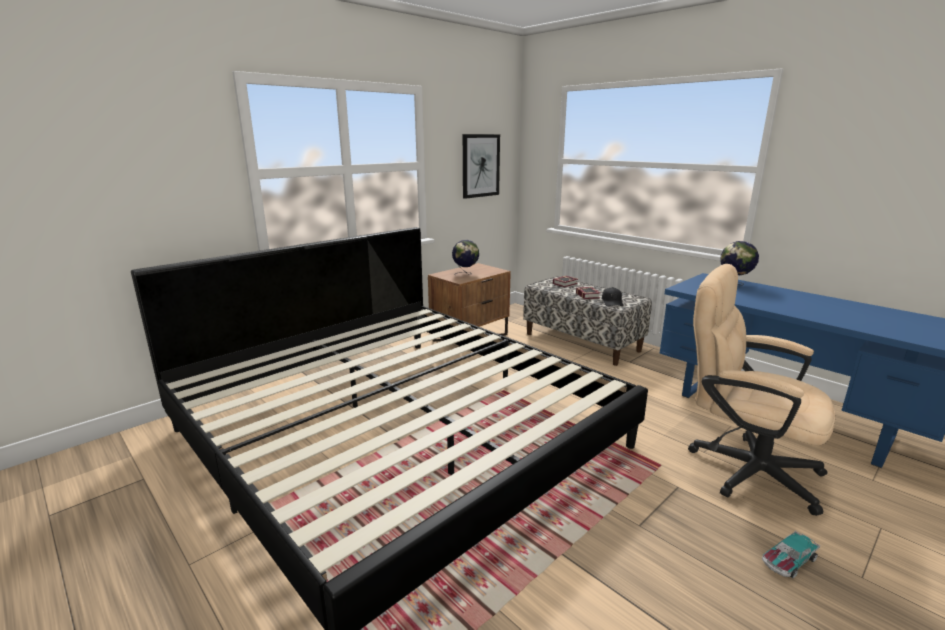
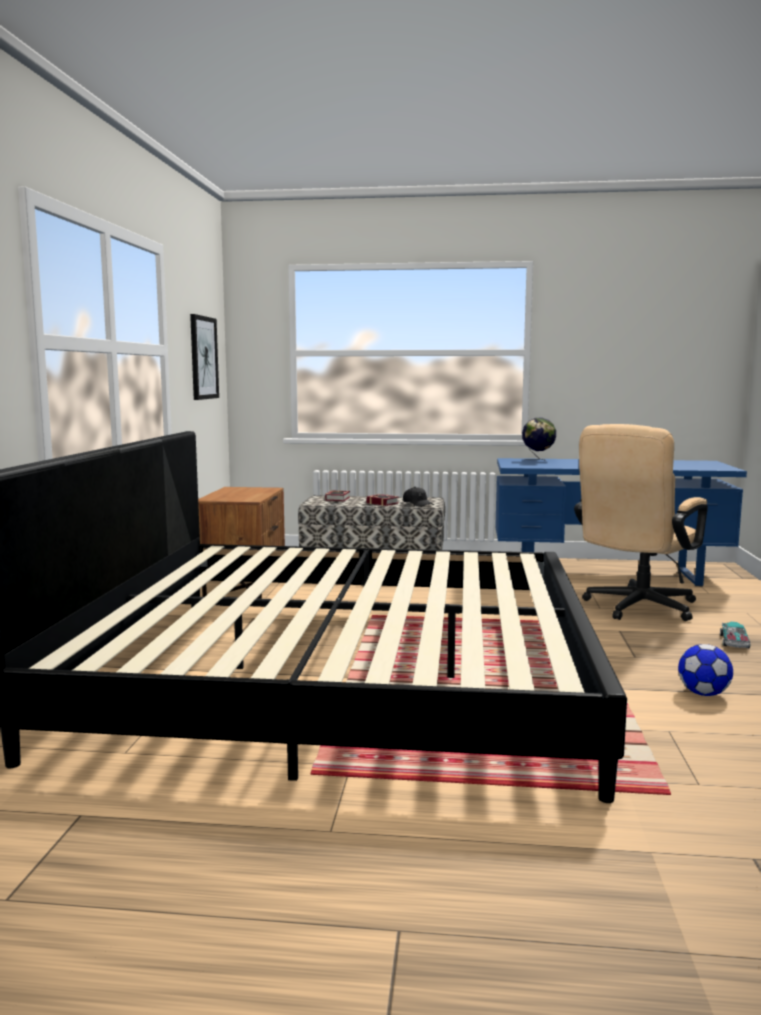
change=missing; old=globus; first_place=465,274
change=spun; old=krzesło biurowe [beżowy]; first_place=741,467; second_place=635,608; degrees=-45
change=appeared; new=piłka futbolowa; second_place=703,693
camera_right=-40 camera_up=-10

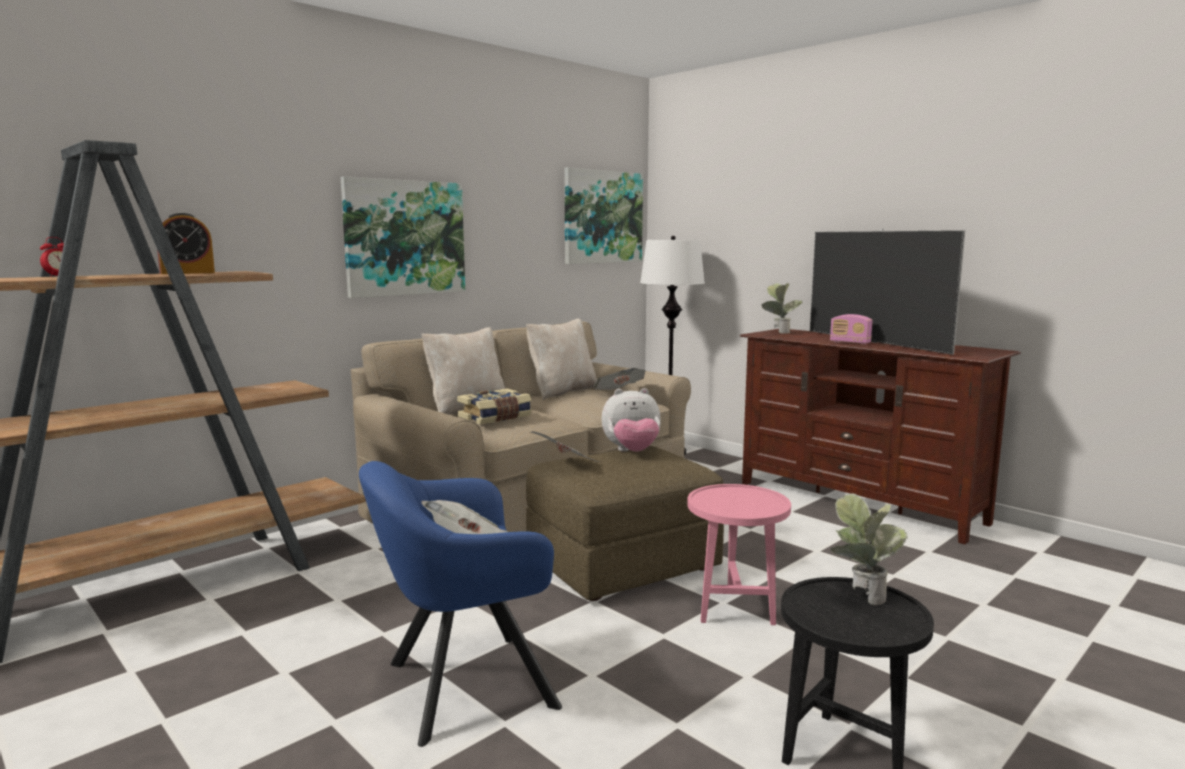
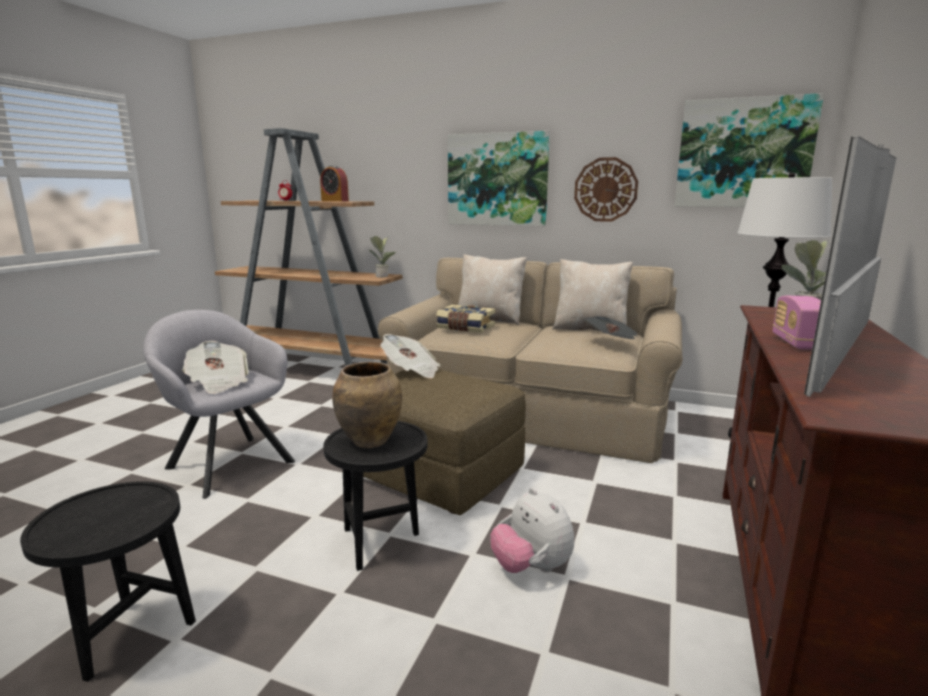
change=colour; old=fotel [niebieski]; new=fotel [szary]; first_place=460,686; second_place=227,462
change=relocated; old=pluszak; first_place=632,452; second_place=531,567
change=colour; old=stolik [różowy]; new=stolik [czarny]; first_place=734,608; second_place=381,542
change=relocated; old=roślina doniczkowa; first_place=861,595; second_place=383,276
change=appeared; new=wazon [brązowy]; second_place=370,441
change=appeared; new=zegar ścienny; second_place=605,189
camera_right=65 camera_up=5

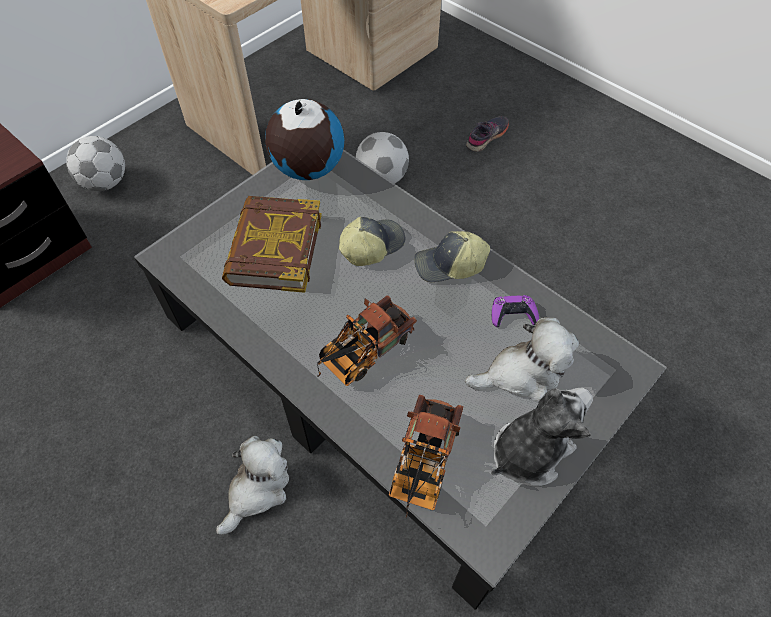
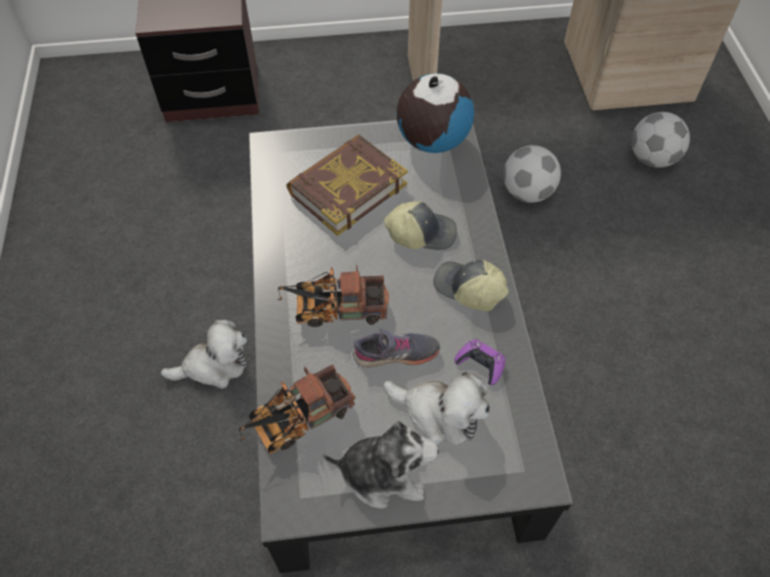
change=relocated; old=piłka futbolowa; first_place=106,182; second_place=652,159
change=relocated; old=but [szary]; first_place=487,137; second_place=396,354
camera_right=40 camera_up=0

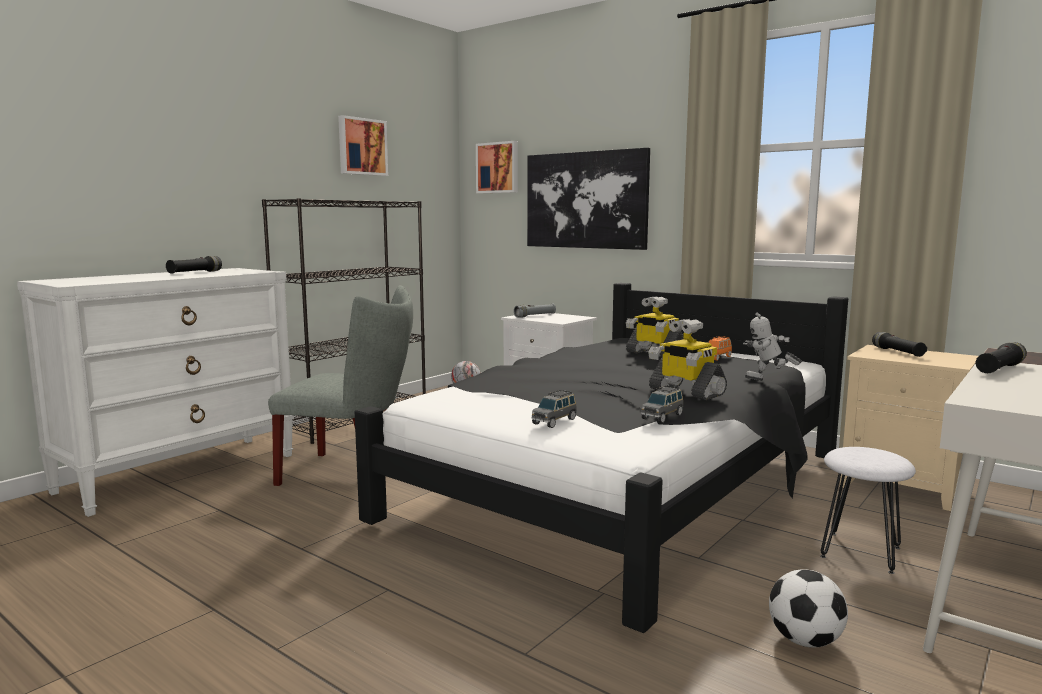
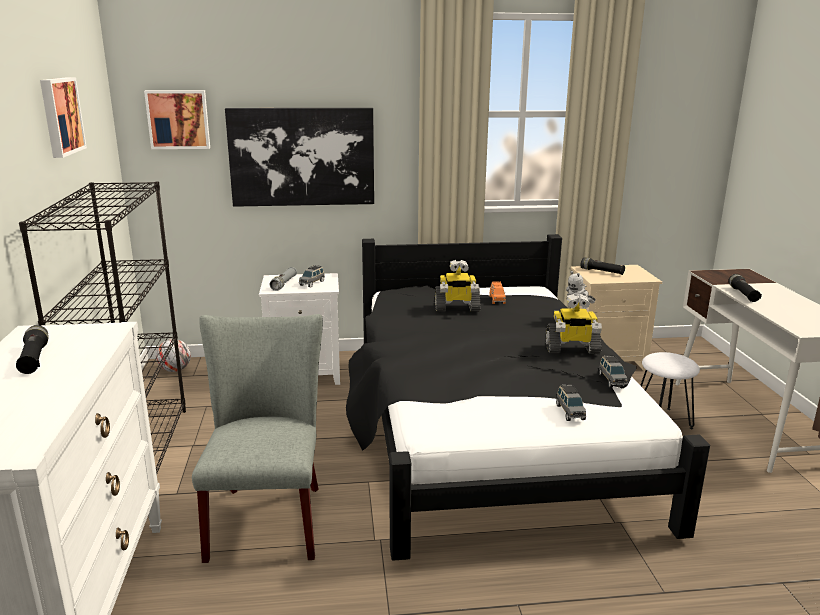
change=spun; old=krzesło [szary]; first_place=353,473; second_place=268,516; degrees=-60
change=missing; old=piłka futbolowa; first_place=805,641
change=appeared; new=samochodzik [szary]; second_place=312,283
camera_right=-45 camera_up=10

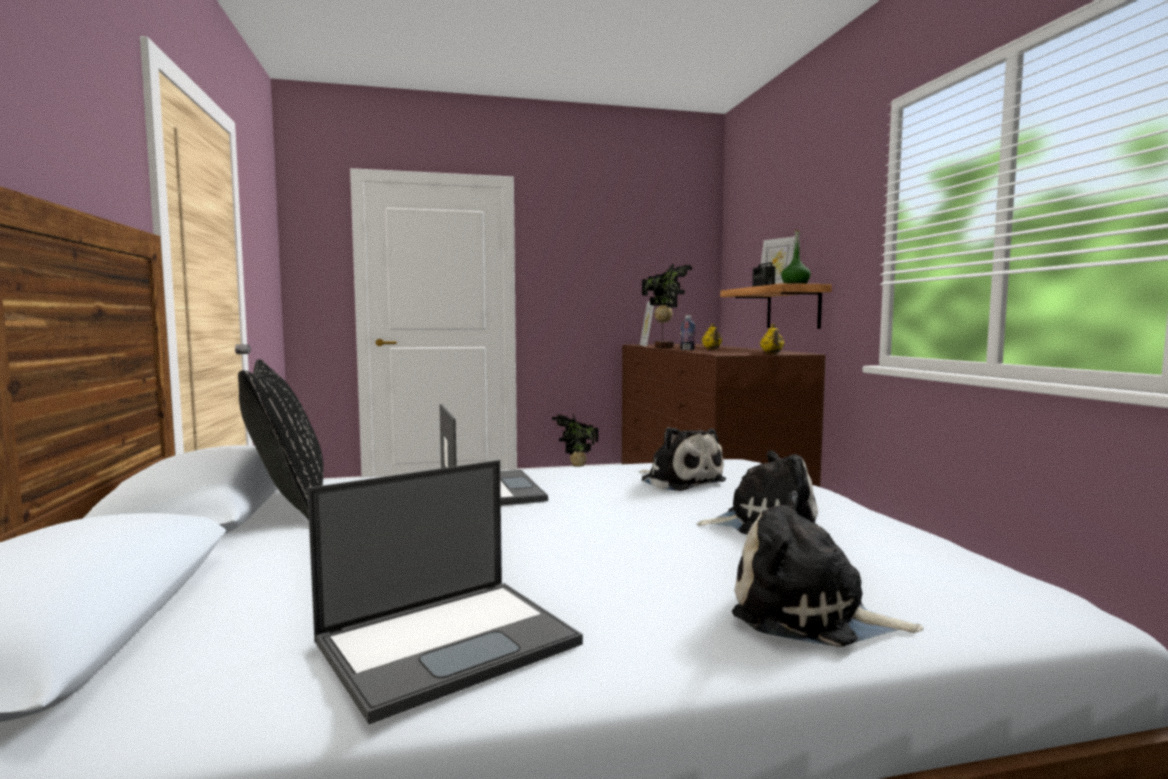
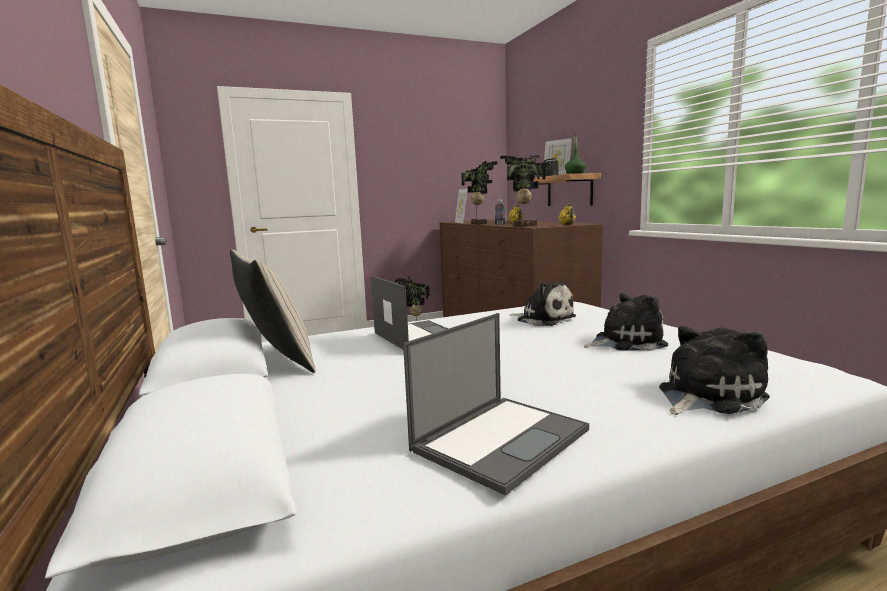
change=colour; old=poduszka [czarny]; new=poduszka [beżowy]; first_place=288,506; second_place=276,361
change=spun; old=pluszak; first_place=809,614; second_place=706,395; degrees=135
change=appeared; new=roślina doniczkowa; second_place=523,226
camera_right=-10 camera_up=5

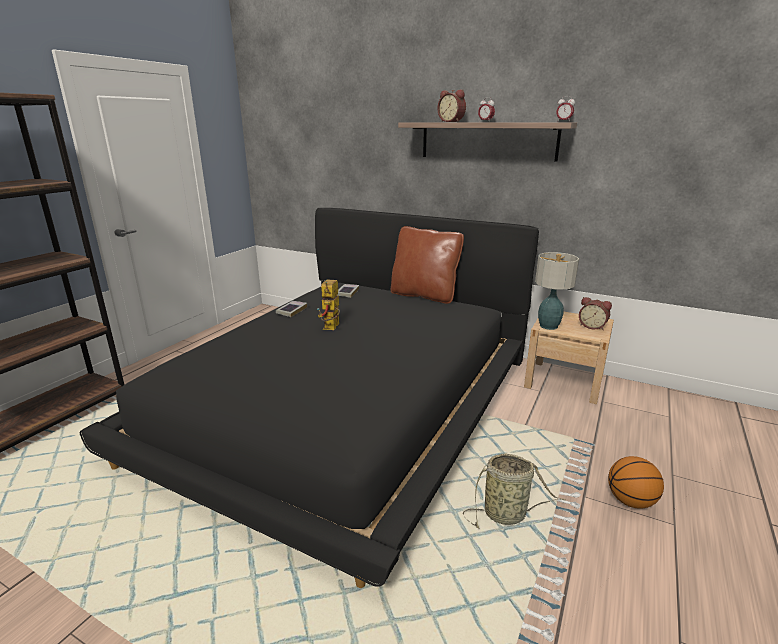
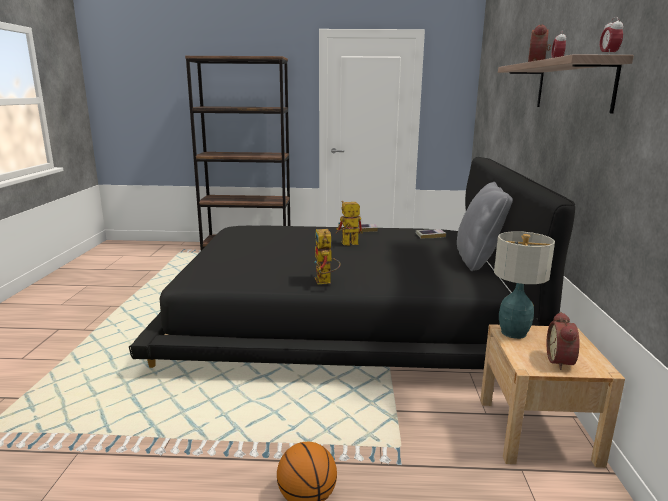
change=colour; old=poduszka [brązowy]; new=poduszka [szary]; first_place=424,295; second_place=479,260
change=missing; old=koszyk; first_place=507,514
change=appeared; new=robot zabawkowy; second_place=325,282
camera_right=65 camera_up=-5

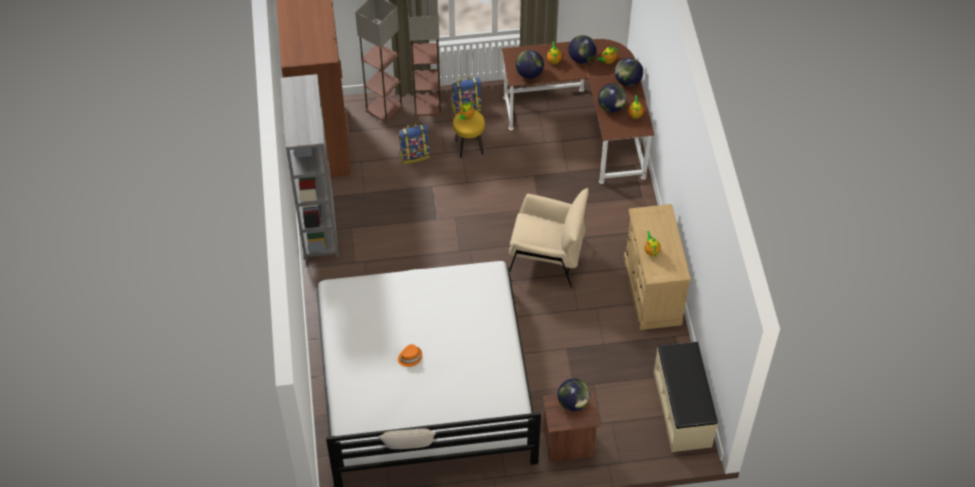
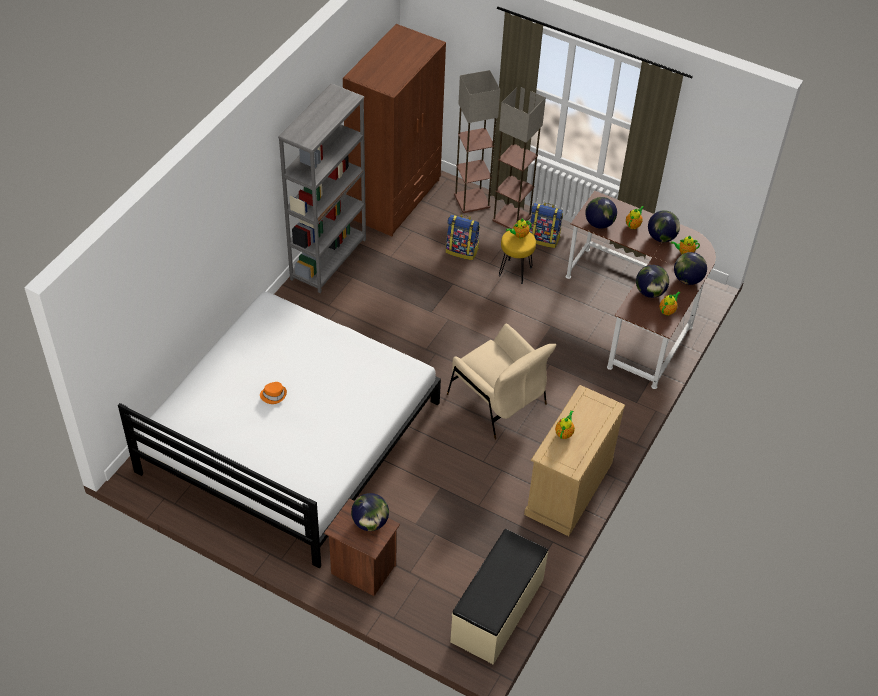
change=missing; old=poduszka [beżowy]; first_place=409,451
camera_right=35 camera_up=-5

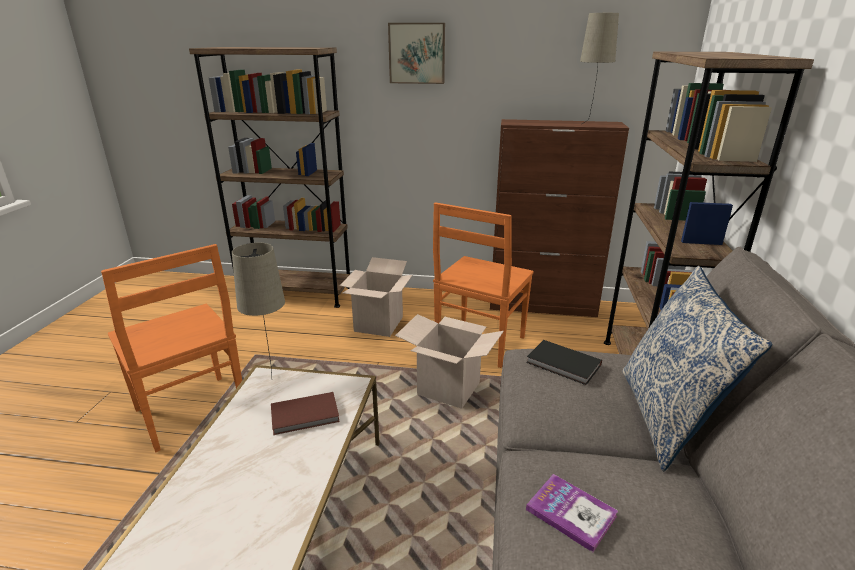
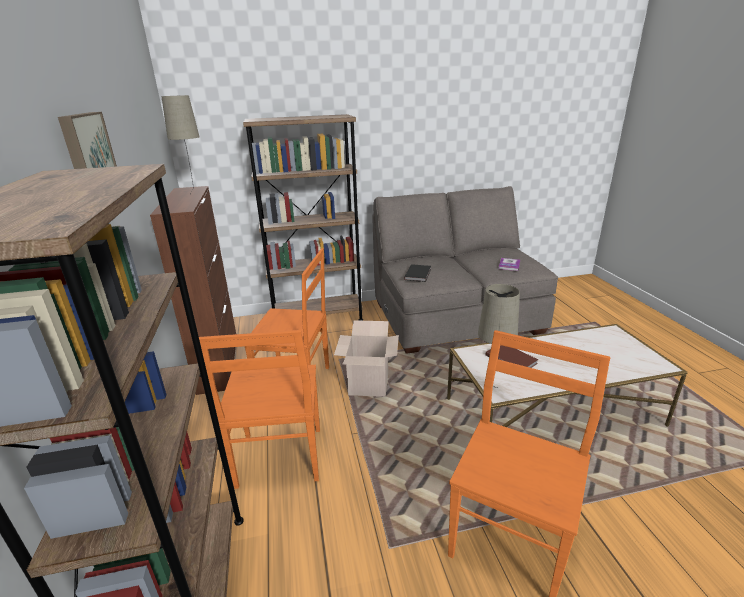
change=exchanged; old=karton; new=krzesło [pomarańczowy]; first_place=378,324; second_place=279,459
change=missing; old=poduszka; first_place=667,418
camera_right=-110 camera_up=0

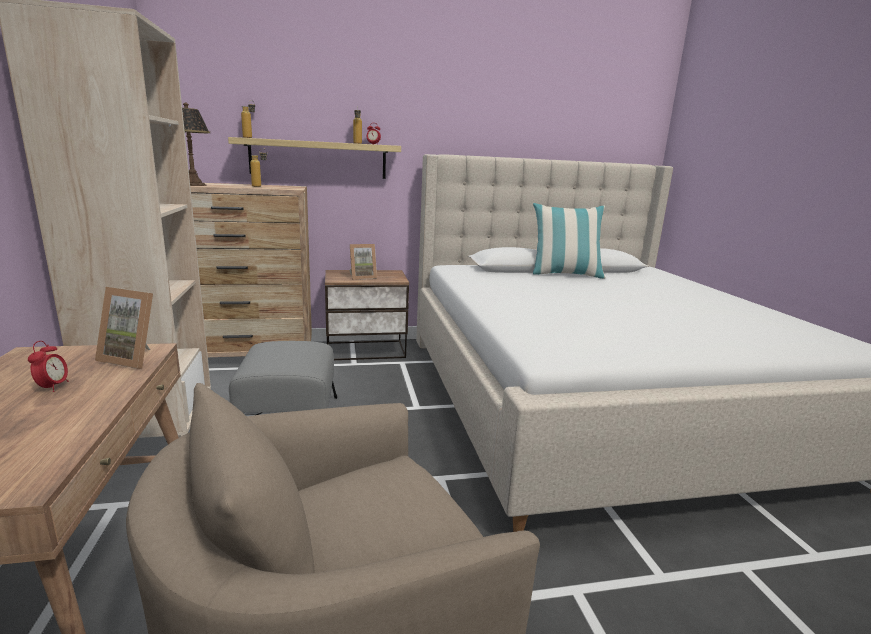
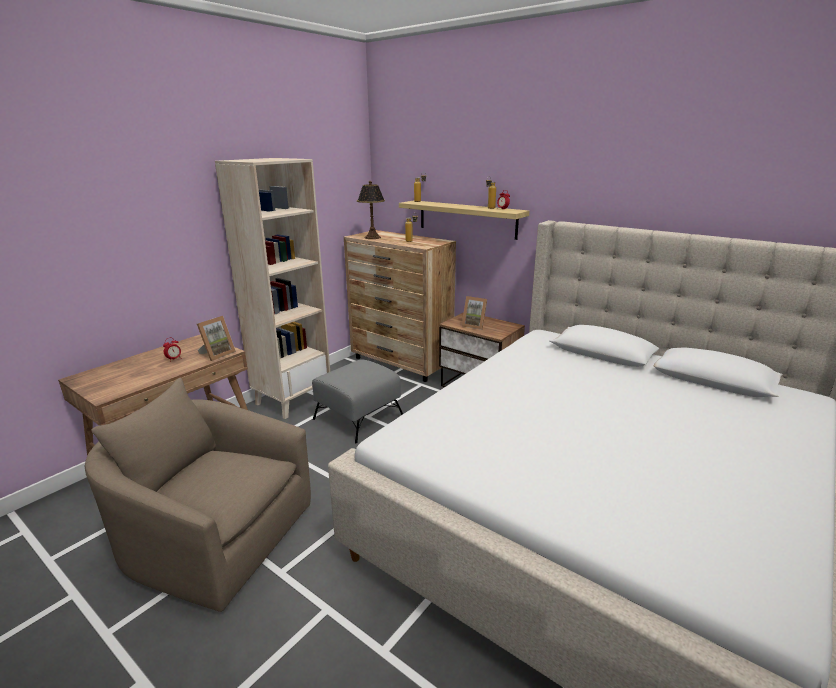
change=spun; old=ramka na zdjęcie; first_place=135,358; second_place=217,354; degrees=-120
change=missing; old=poduszka; first_place=565,274
camera_right=50 camera_up=5

